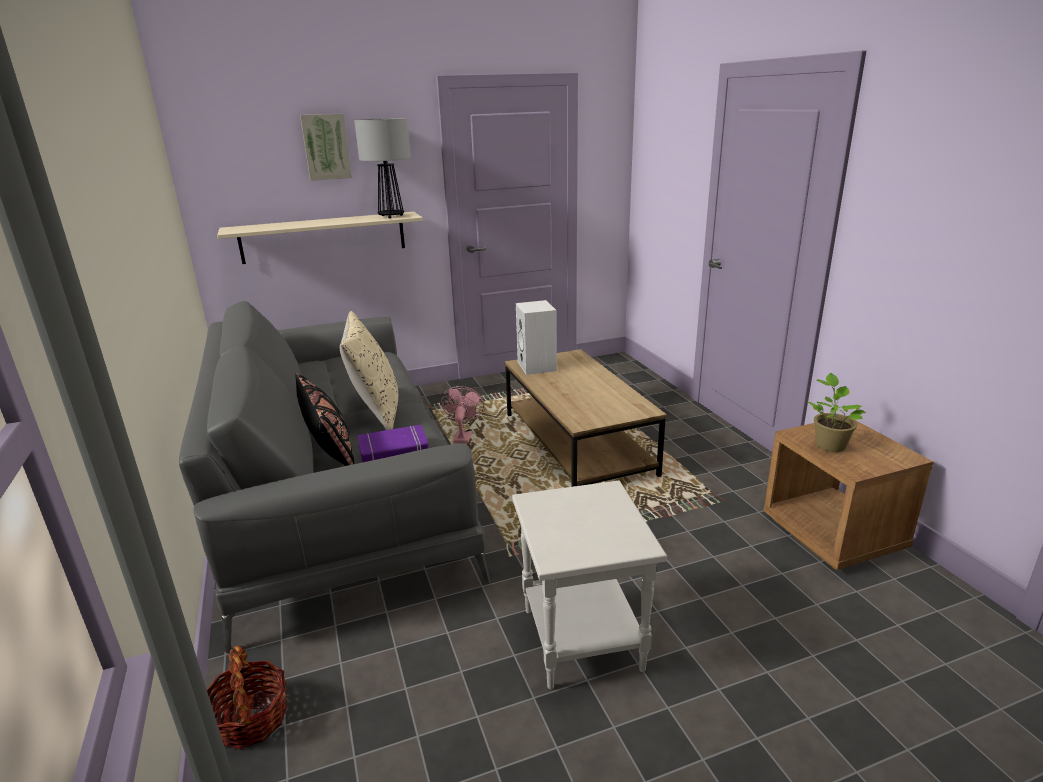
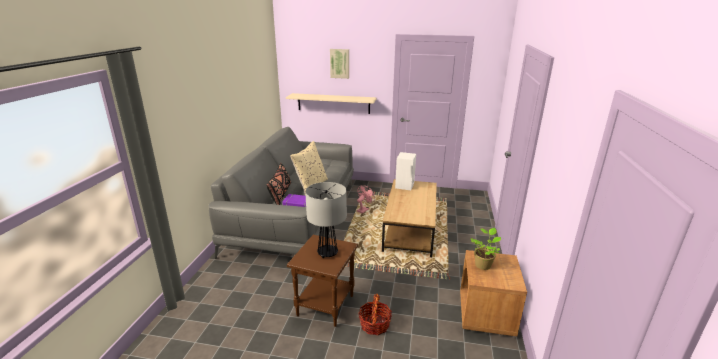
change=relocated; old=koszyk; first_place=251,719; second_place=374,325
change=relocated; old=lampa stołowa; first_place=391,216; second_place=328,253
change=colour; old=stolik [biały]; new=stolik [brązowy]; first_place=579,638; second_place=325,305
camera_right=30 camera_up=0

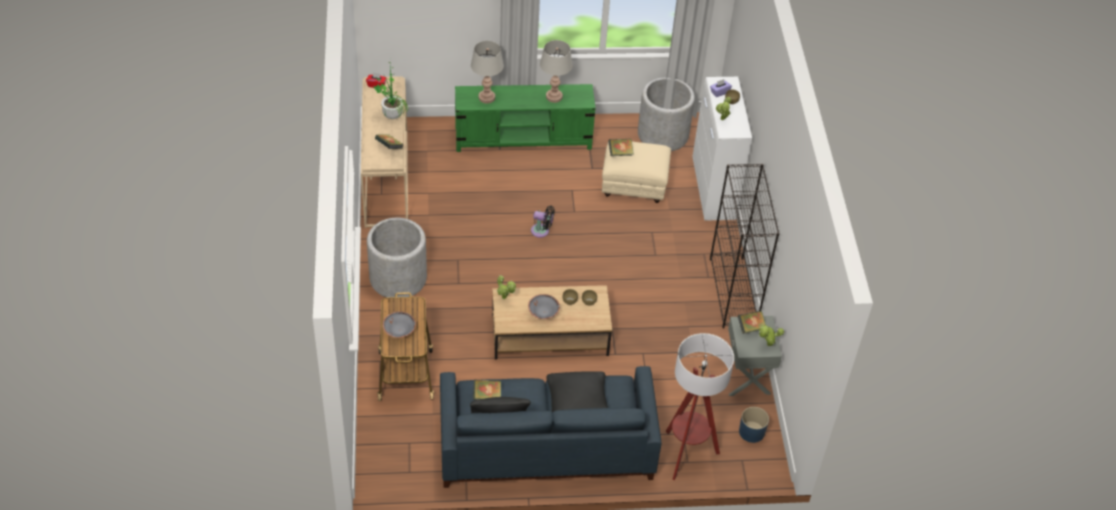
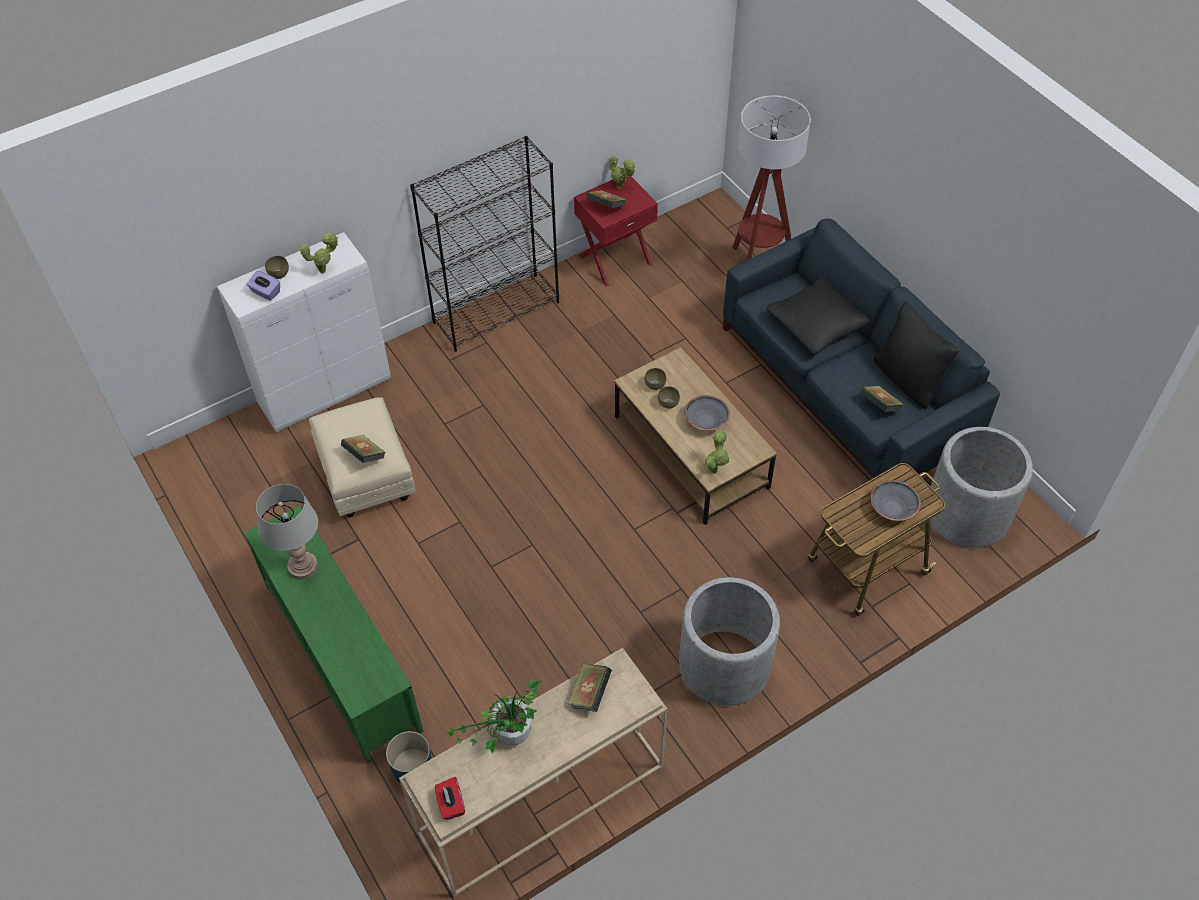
change=missing; old=lampa stołowa [szary]; first_place=486,97
change=missing; old=wentylator [czarny]; first_place=542,231
change=relocated; old=donica [szary]; first_place=663,134; second_place=967,513
change=colour; old=szafka nocna [szary]; new=szafka nocna [czerwony]; first_place=747,377; second_place=615,259
change=relocated; old=donica [niebieski]; first_place=751,432; second_place=412,767
camera_right=-115 camera_up=5

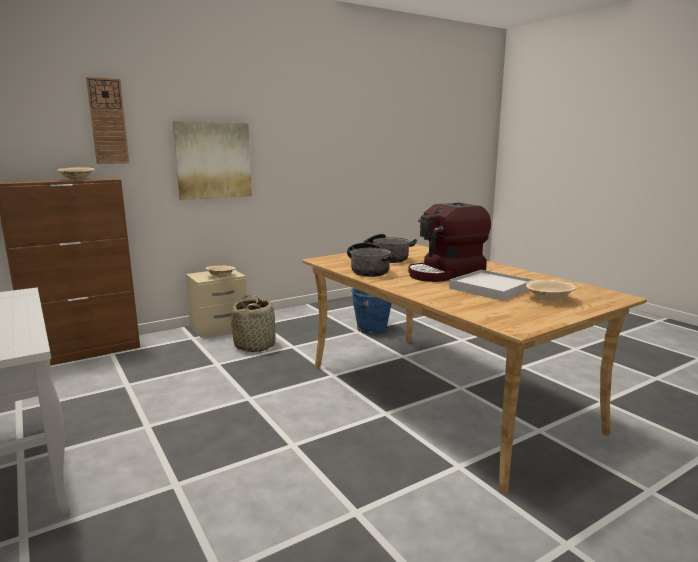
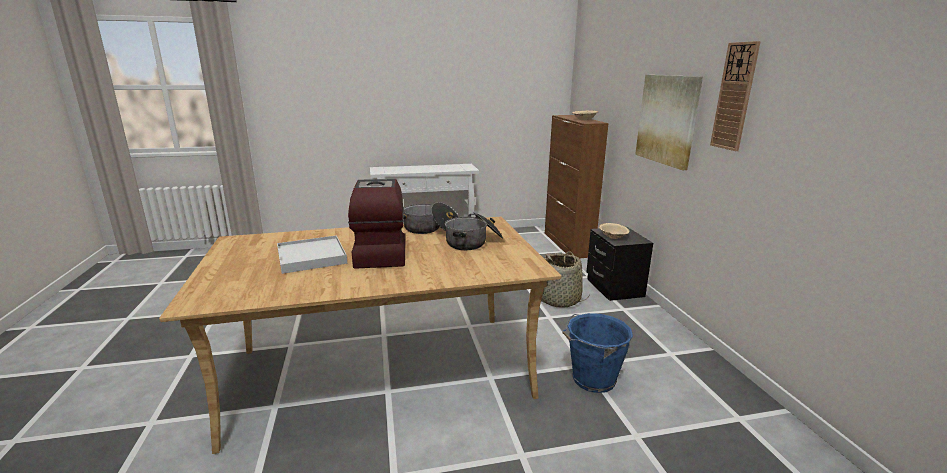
change=relocated; old=zegar ścienny; first_place=108,121; second_place=734,97
change=colour; old=szafka nocna [beżowy]; new=szafka nocna [czarny]; first_place=219,328; second_place=613,288
change=missing; old=miska [beżowy]; first_place=549,299
camera_right=110 camera_up=5

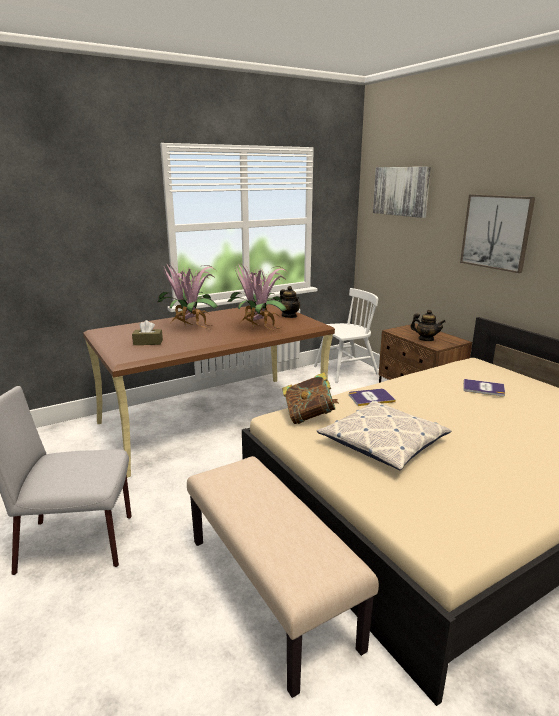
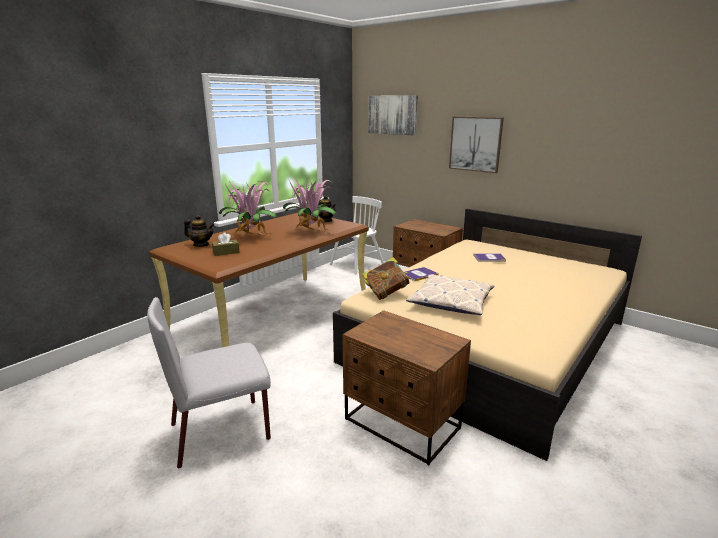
change=exchanged; old=ławka [beżowy]; new=szafka nocna [brązowy]; first_place=271,591; second_place=402,425
change=relocated; old=imbryk; first_place=426,339; second_place=201,245
camera_right=-20 camera_up=0

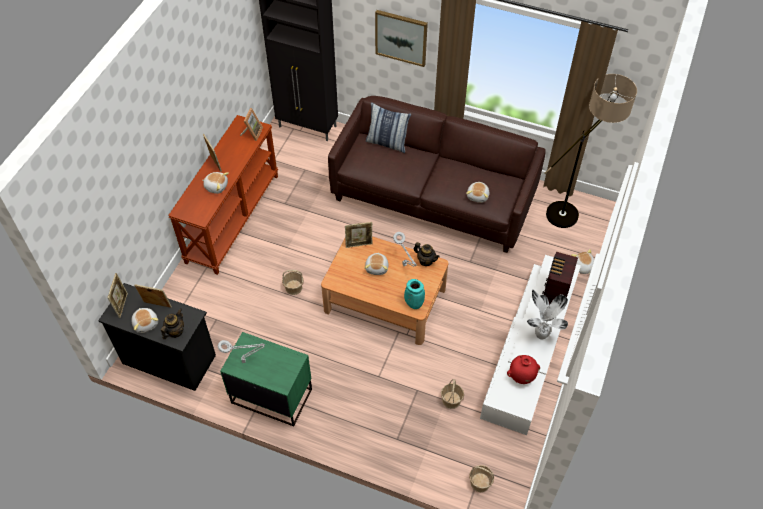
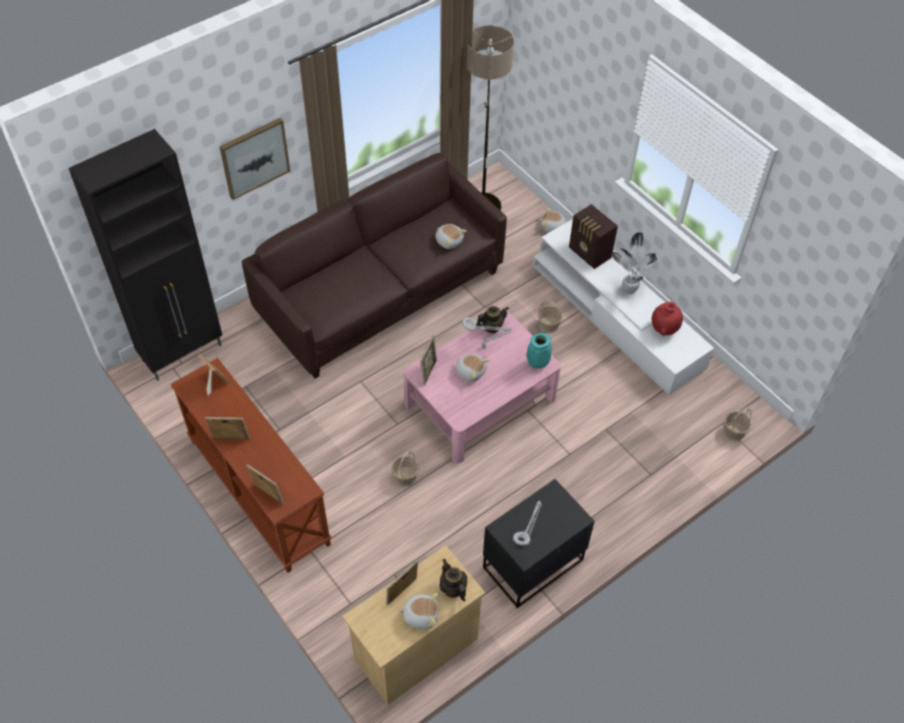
change=colour; old=komoda [czarny]; new=komoda [beżowy]; first_place=168,359; second_place=415,649
change=relocated; old=ramka na zdjęcie; first_place=122,305; second_place=268,495
change=missing; old=pluszak; first_place=216,186
change=colour; old=szafka nocna [zielony]; new=szafka nocna [czarny]; first_place=271,395; second_place=532,563
change=colour; old=ława [brązowy]; new=ława [różowy]; first_place=385,299; second_place=480,401
change=missing; old=poduszka; first_place=387,143
change=relocated; old=koszyk; first_place=451,400; second_place=548,325
camera_right=-60 camera_up=0

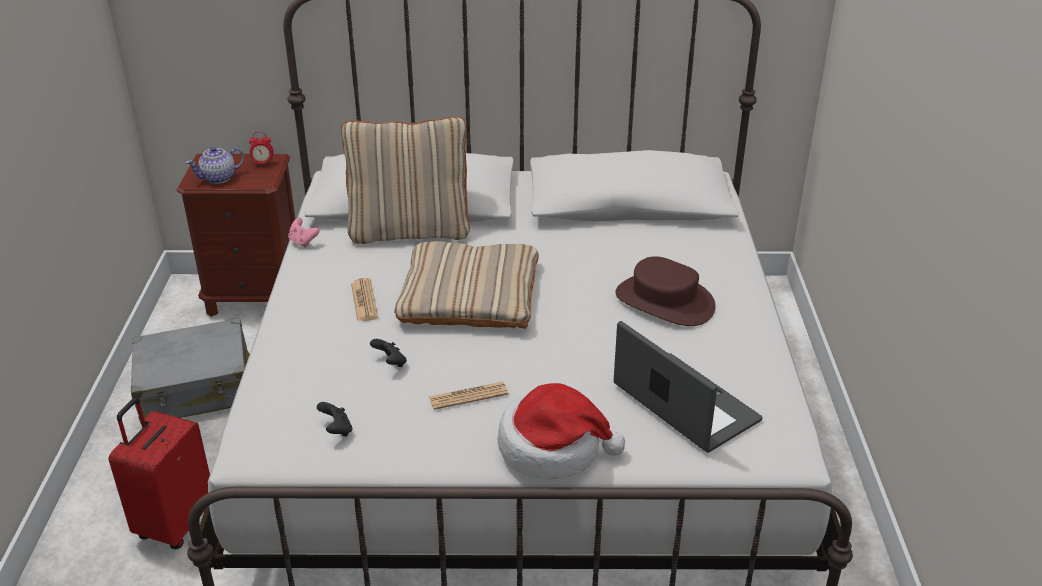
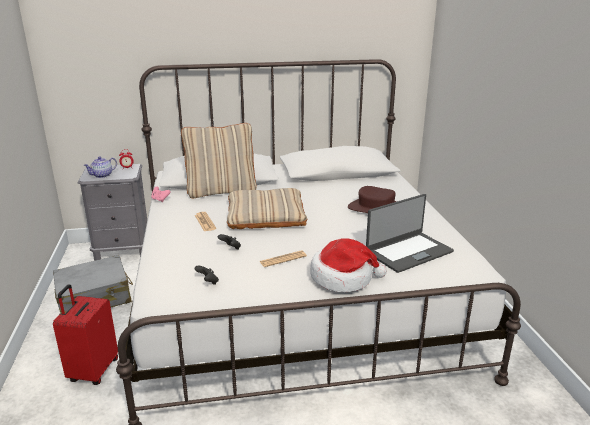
change=colour; old=szafka nocna [brązowy]; new=szafka nocna [szary]; first_place=256,298; second_place=123,250
change=spun; old=laptop; first_place=684,404; second_place=408,252; degrees=105
camera_right=-10 camera_up=-10

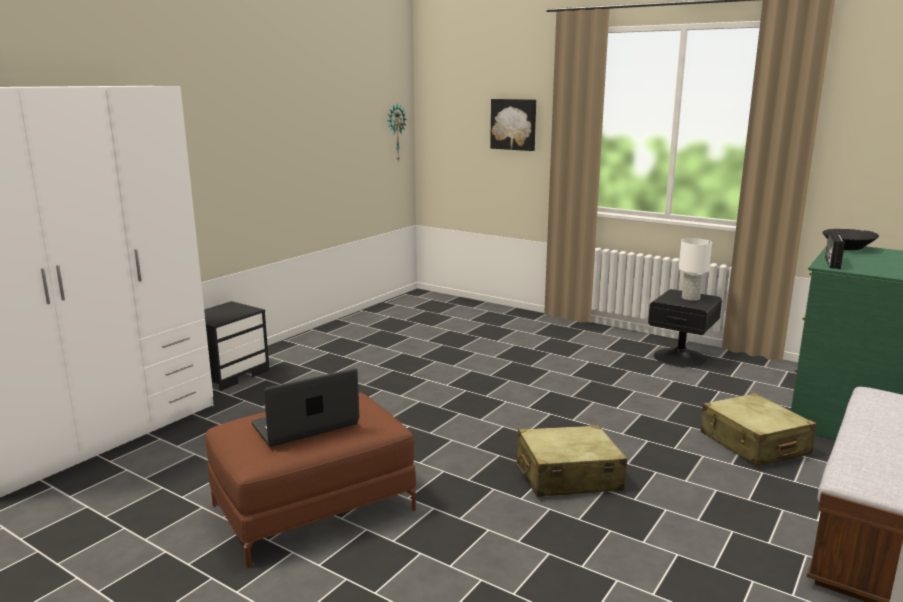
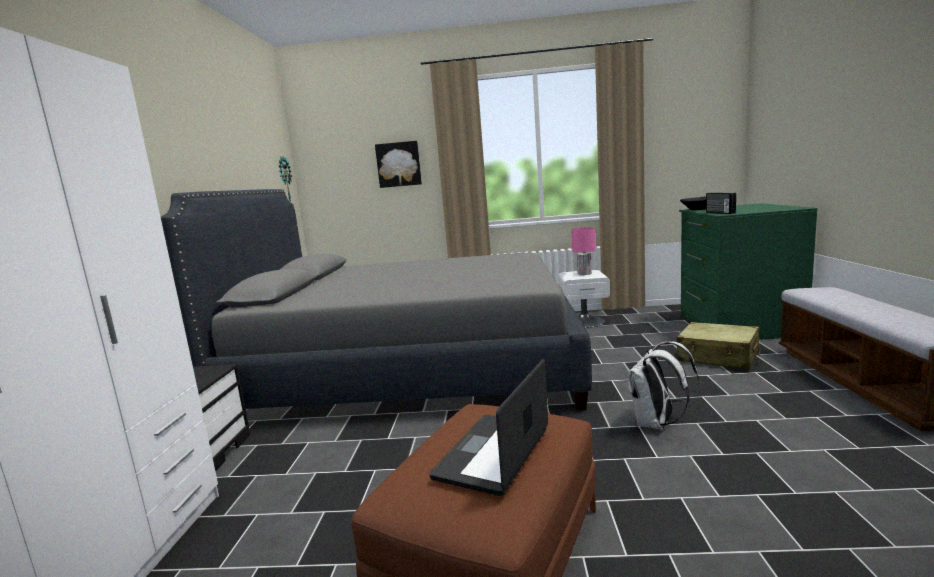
change=exchanged; old=walizka [beżowy]; new=plecak [biały]; first_place=567,476; second_place=656,424
change=colour; old=szafka nocna [czarny]; new=szafka nocna [biały]; first_place=680,357; second_place=584,321
change=colour; old=lampa stołowa [biały]; new=lampa stołowa [różowy]; first_place=690,298; second_place=584,273
change=appeared; new=łóżko [szary]; second_place=413,369
camera_right=-30 camera_up=-5

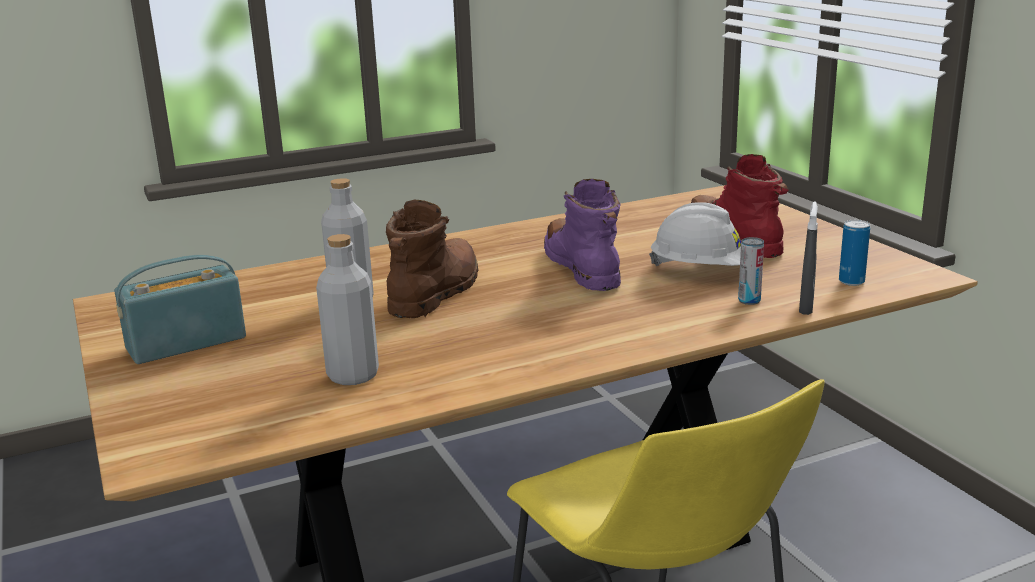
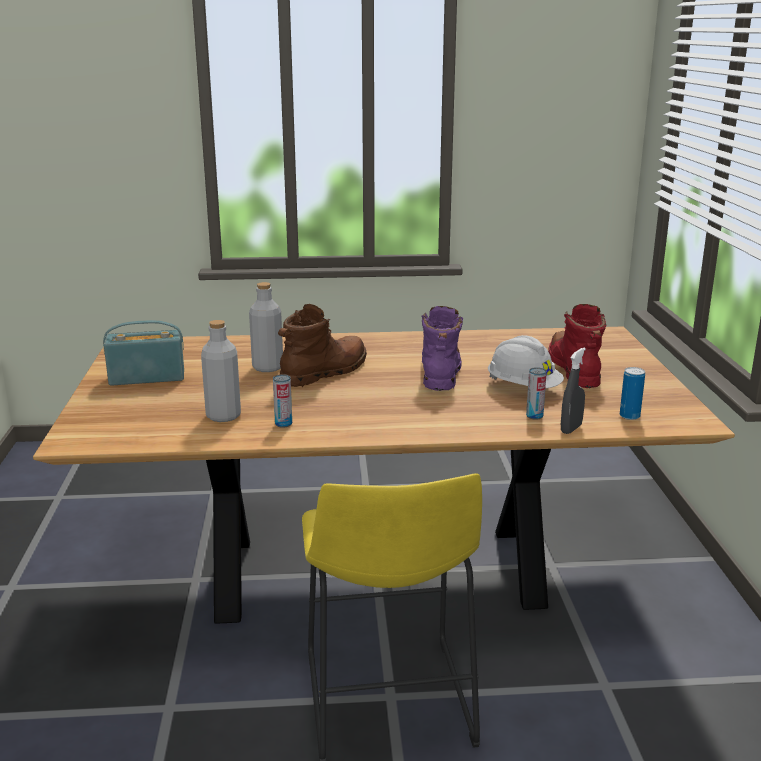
change=appeared; new=puszka; second_place=283,424
camera_right=20 camera_up=0

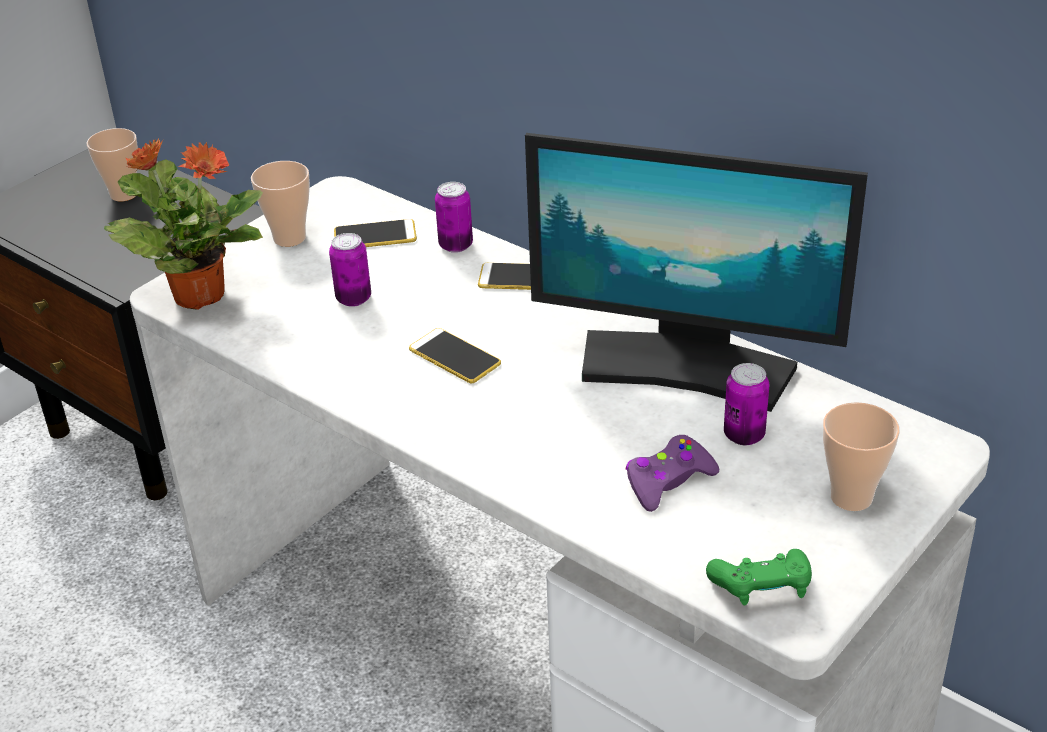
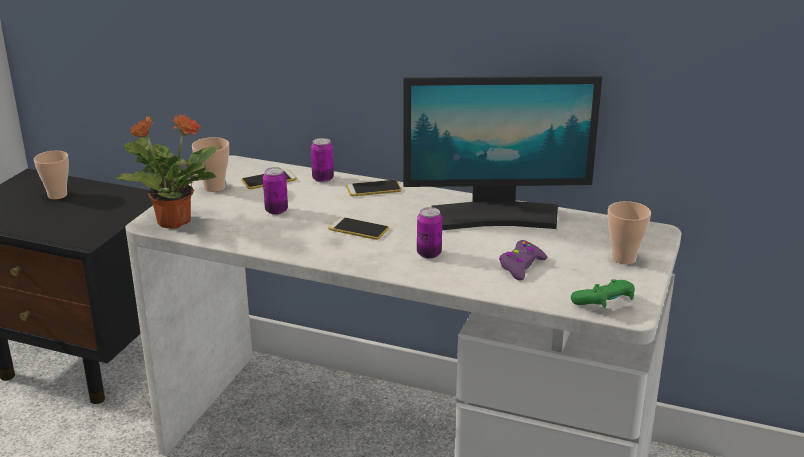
change=relocated; old=puszka; first_place=744,435; second_place=429,254
camera_right=-20 camera_up=-10

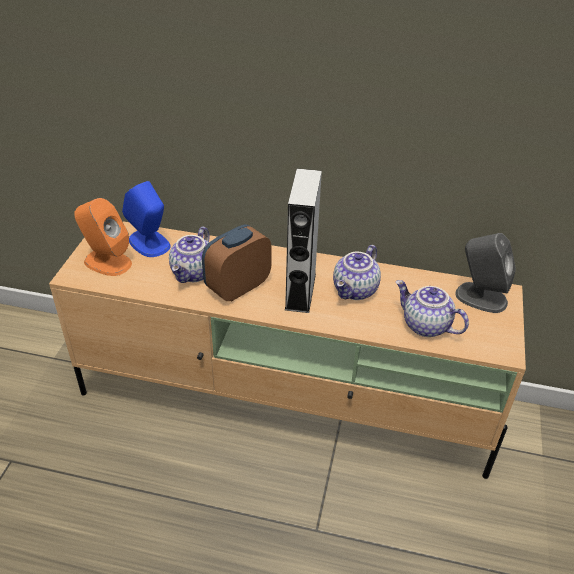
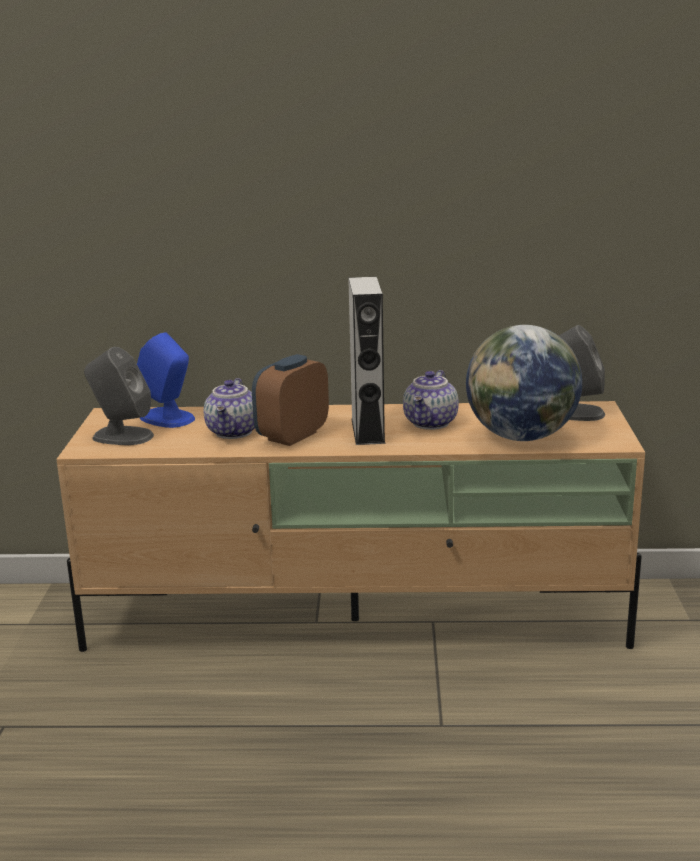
change=colour; old=głośnik [pomarańczowy]; new=głośnik [szary]; first_place=107,262; second_place=122,436
change=exchanged; old=imbryk; new=globus; first_place=425,326; second_place=521,437
camera_right=-10 camera_up=-20

